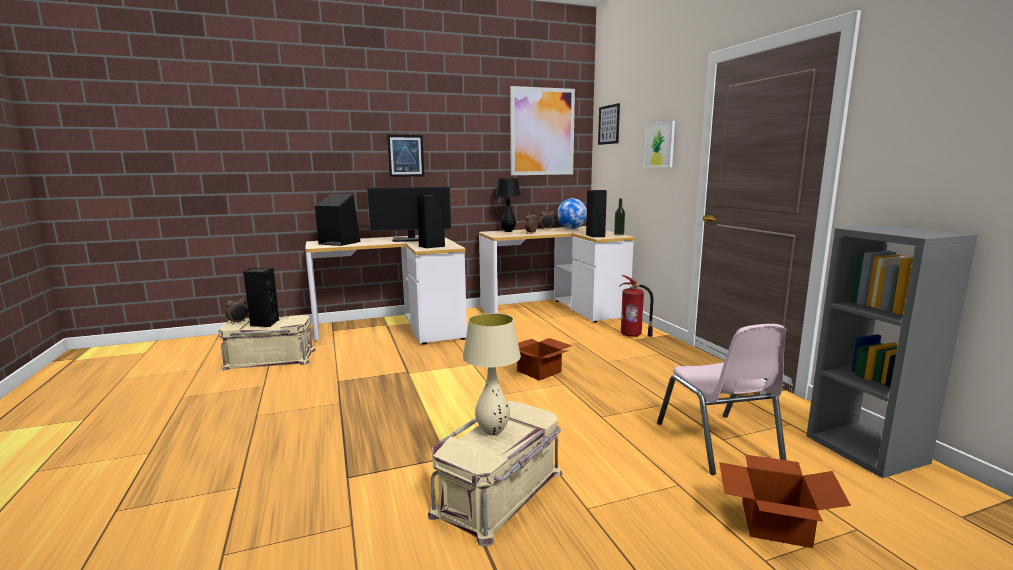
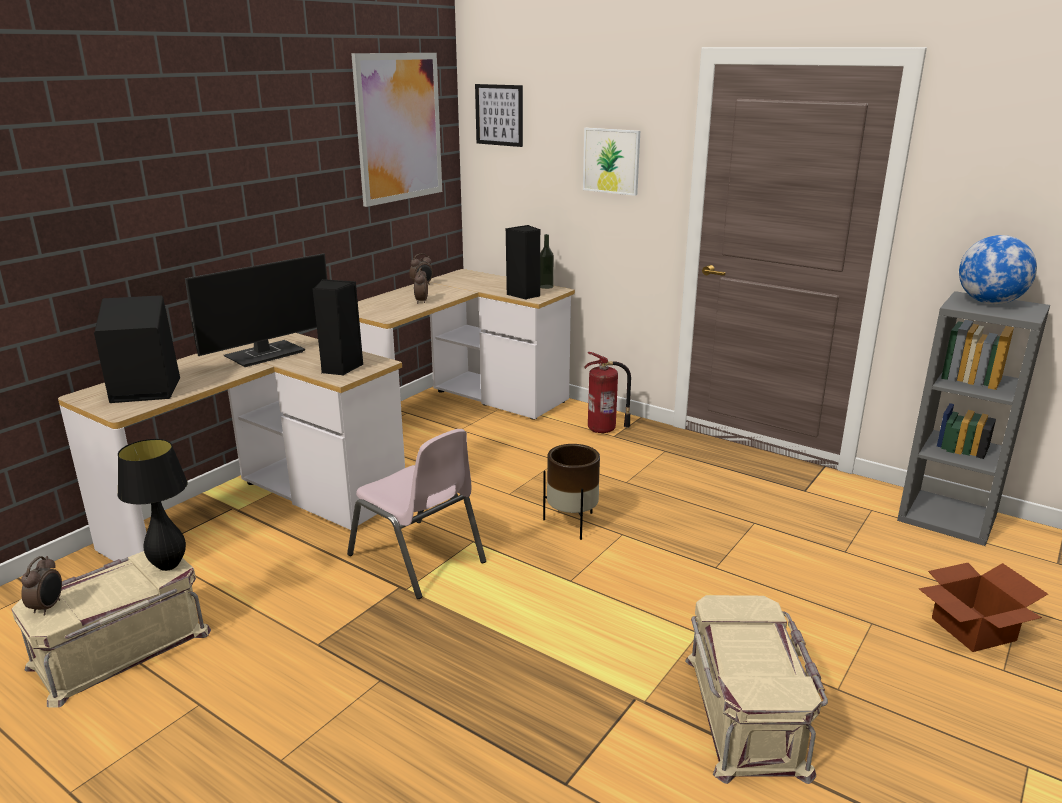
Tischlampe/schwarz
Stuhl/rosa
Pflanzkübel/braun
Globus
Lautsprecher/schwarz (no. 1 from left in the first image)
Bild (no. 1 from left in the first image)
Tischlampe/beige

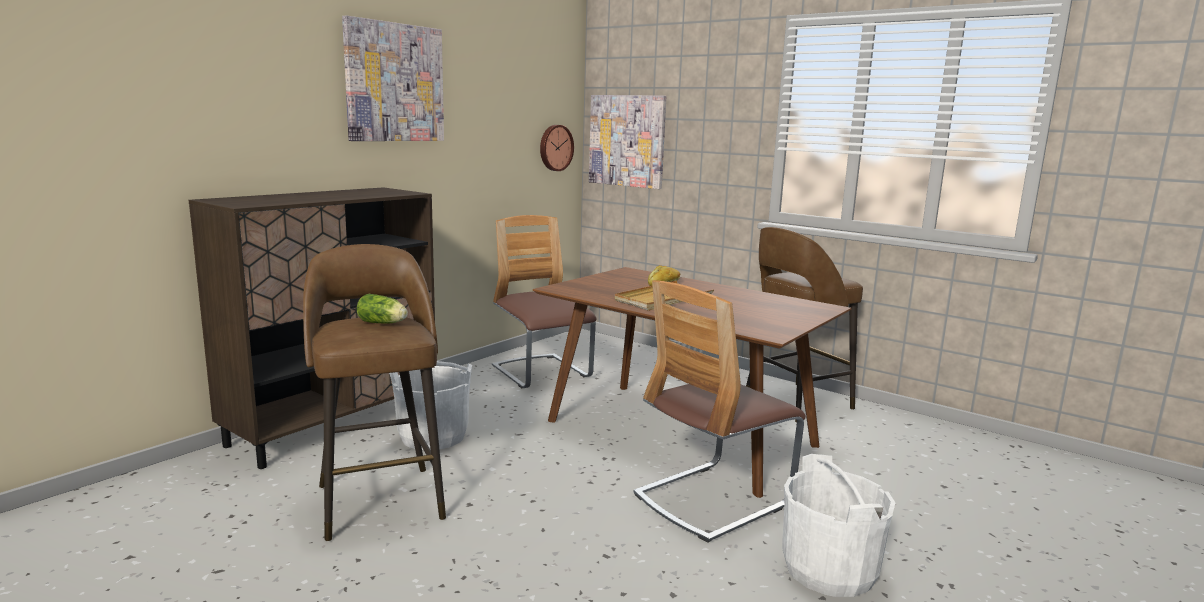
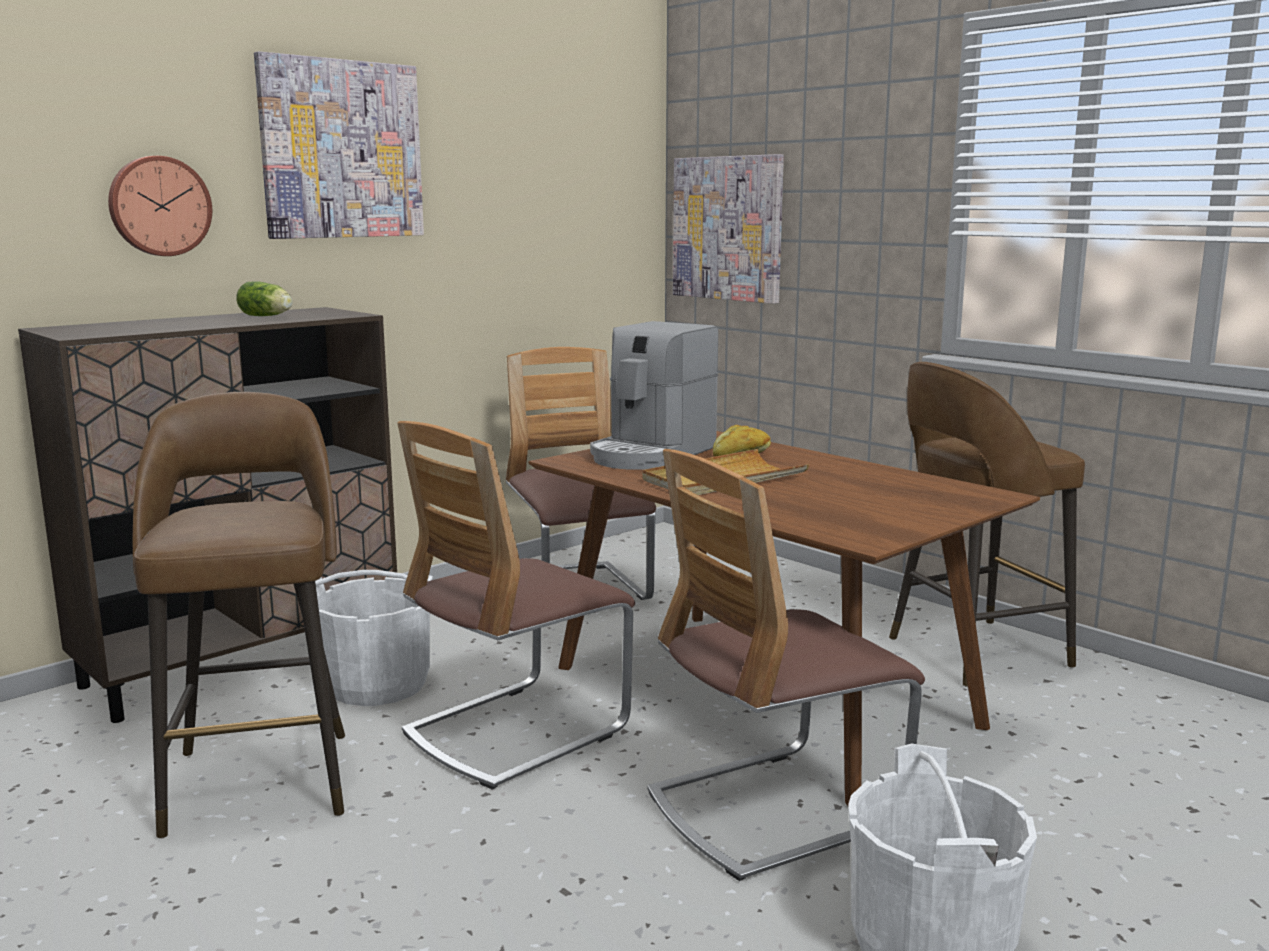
Wanduhr
Salatkopf
Stuhl (no. 1 from left)
Kaffeemaschine

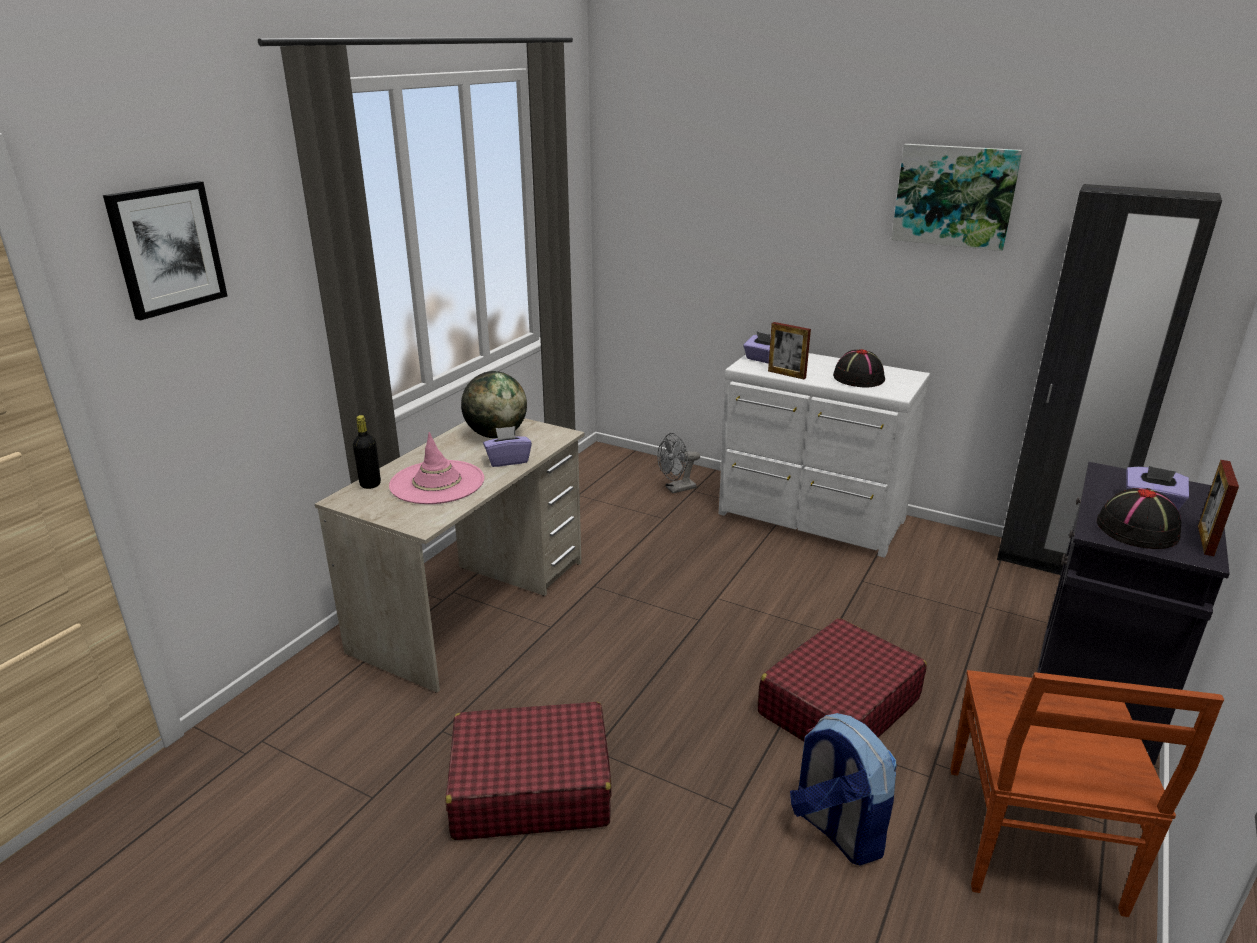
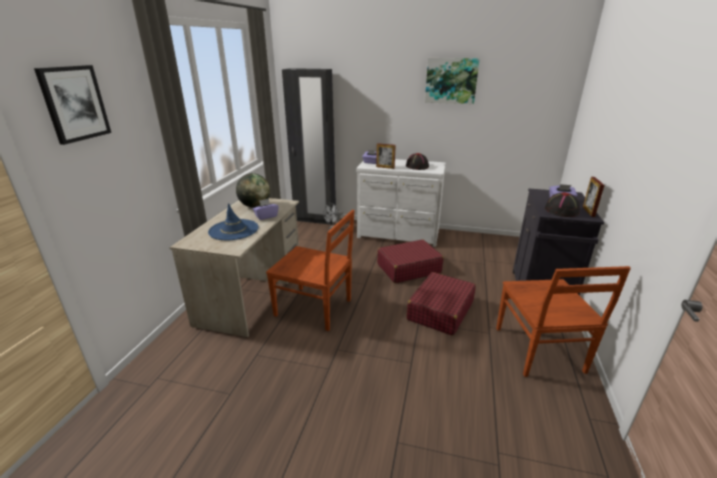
Hut/blau
Stuhl/braun (no. 1 from left)
Kleiderschrank/schwarz
Koffer/rot (no. 1 from left)
Flasche/schwarz
Rucksack

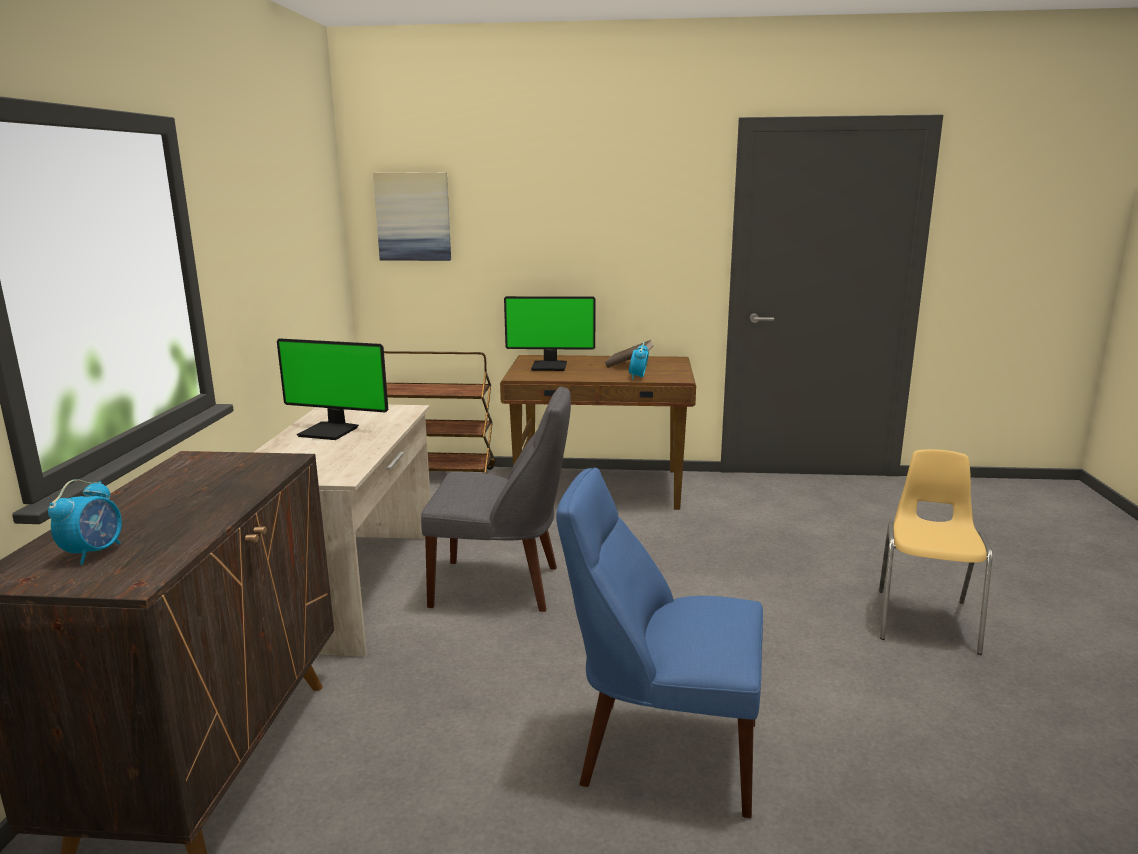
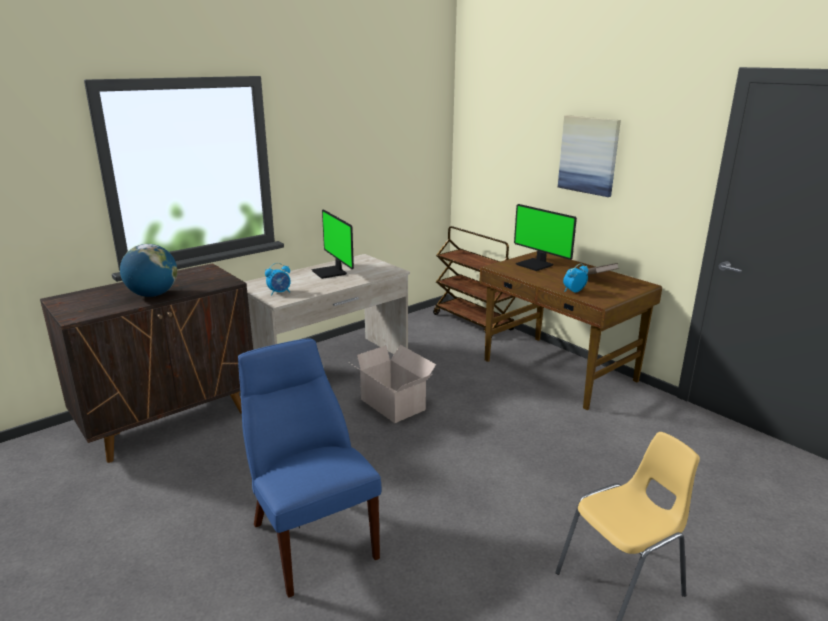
Globus
Wecker (no. 1 from left)
Karton
Bild

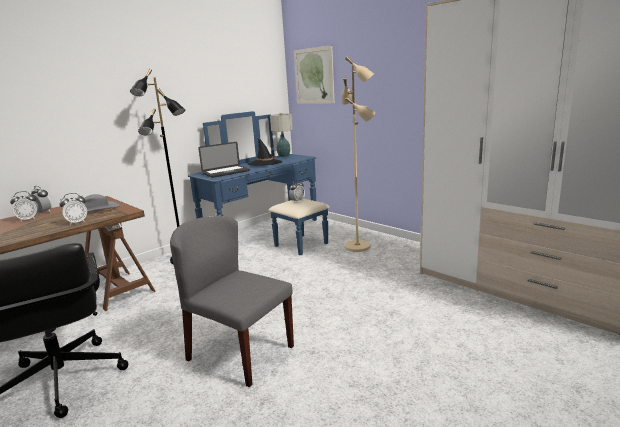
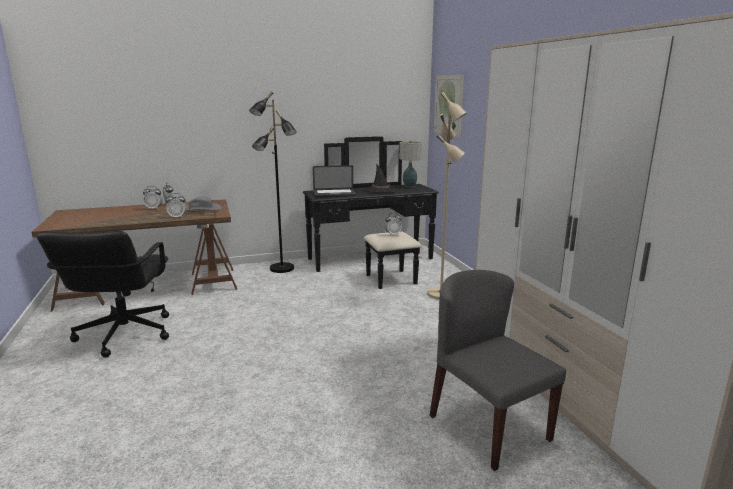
Kommode/schwarz
Stuhl/grau

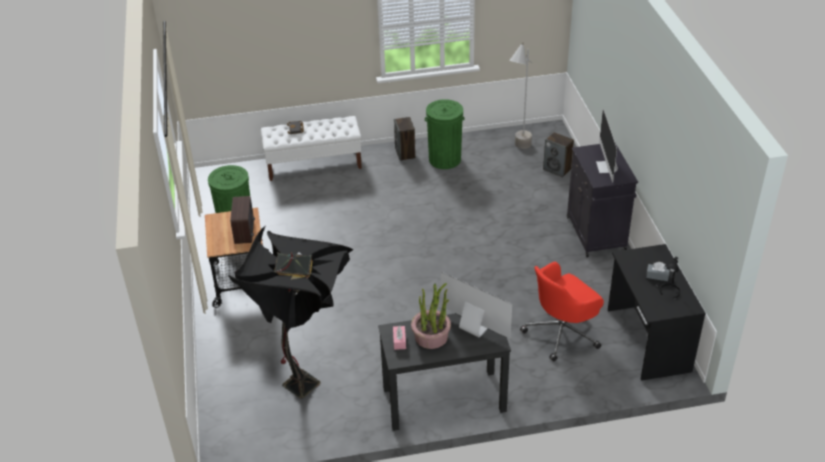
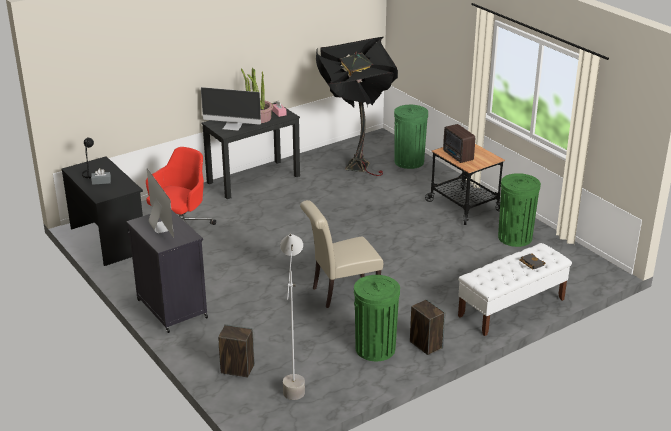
Stuhl/beige
Mülleimer/grün (no. 2 from left)

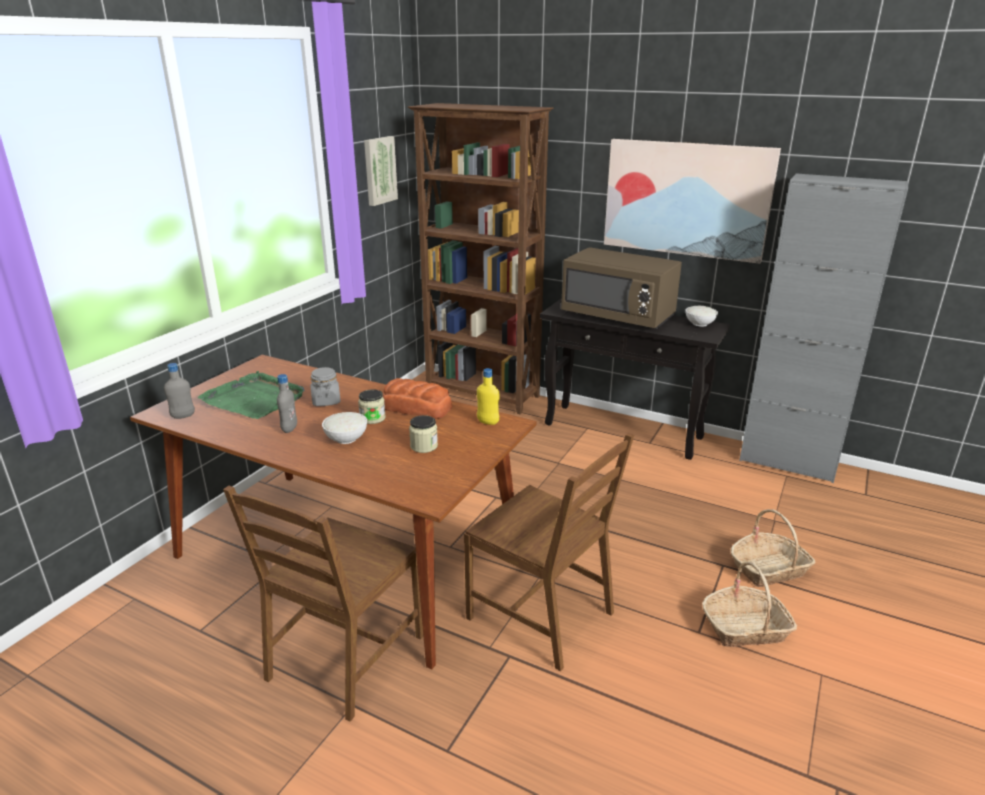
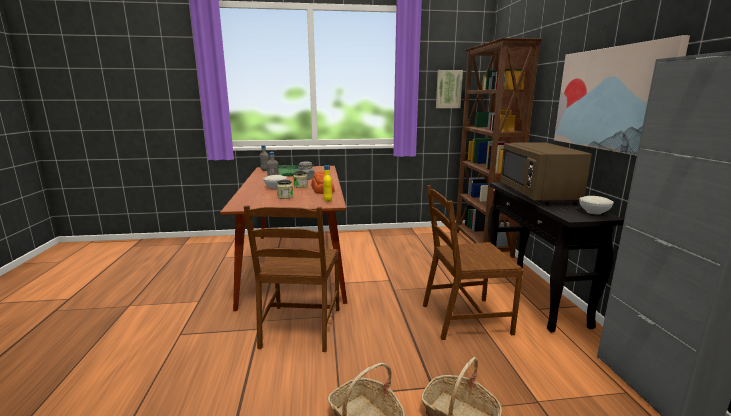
Stuhl/braun (no. 2 from left)

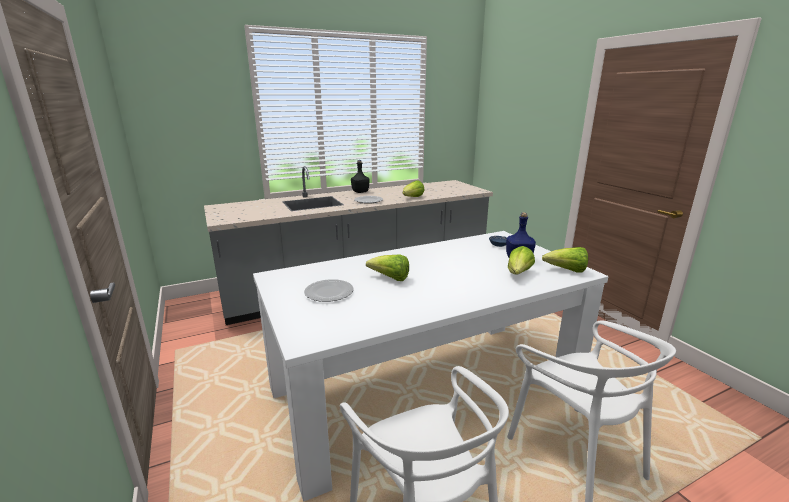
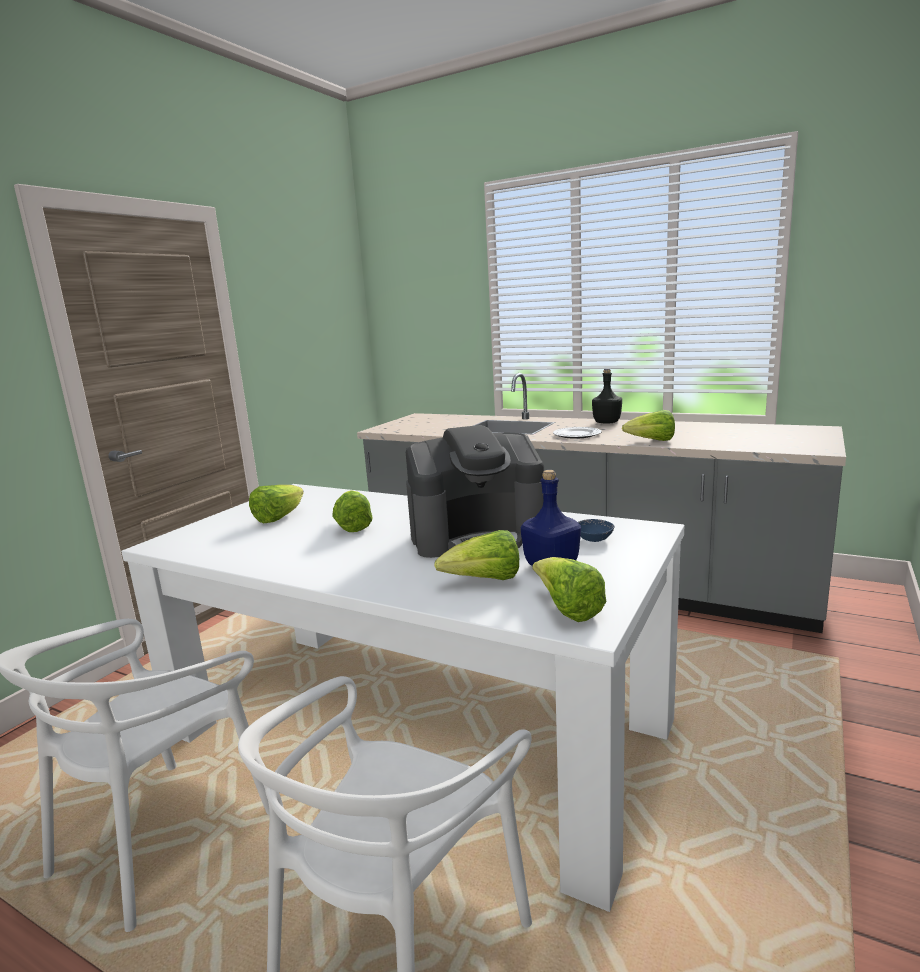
Salatkopf (no. 1 from left)
Kaffeemaschine

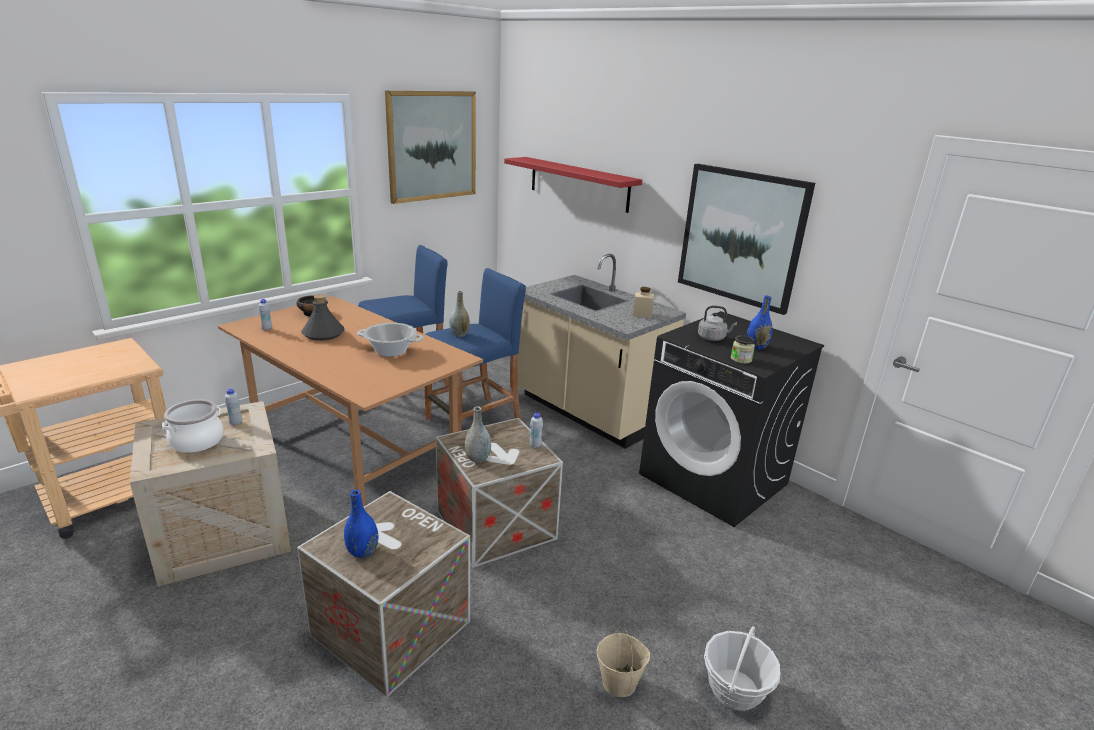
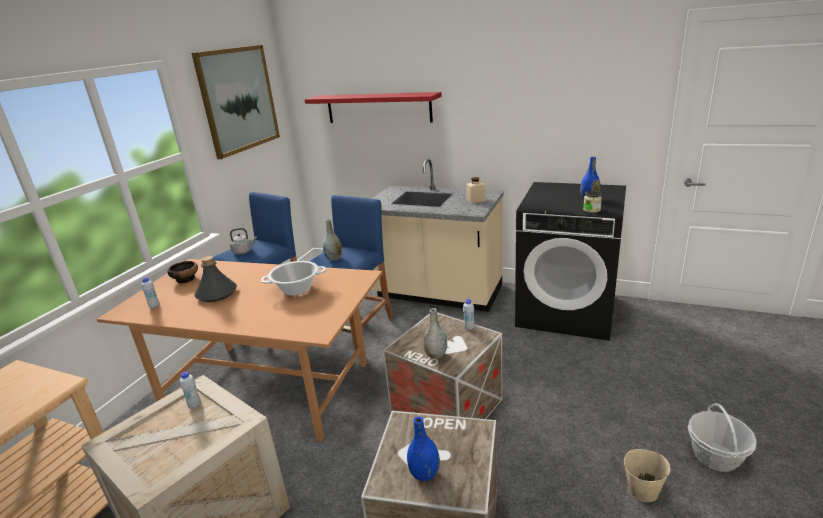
Wasserkessel/grau
Kochtopf (no. 1 from left in the first image)
Bild (no. 2 from left in the first image)

